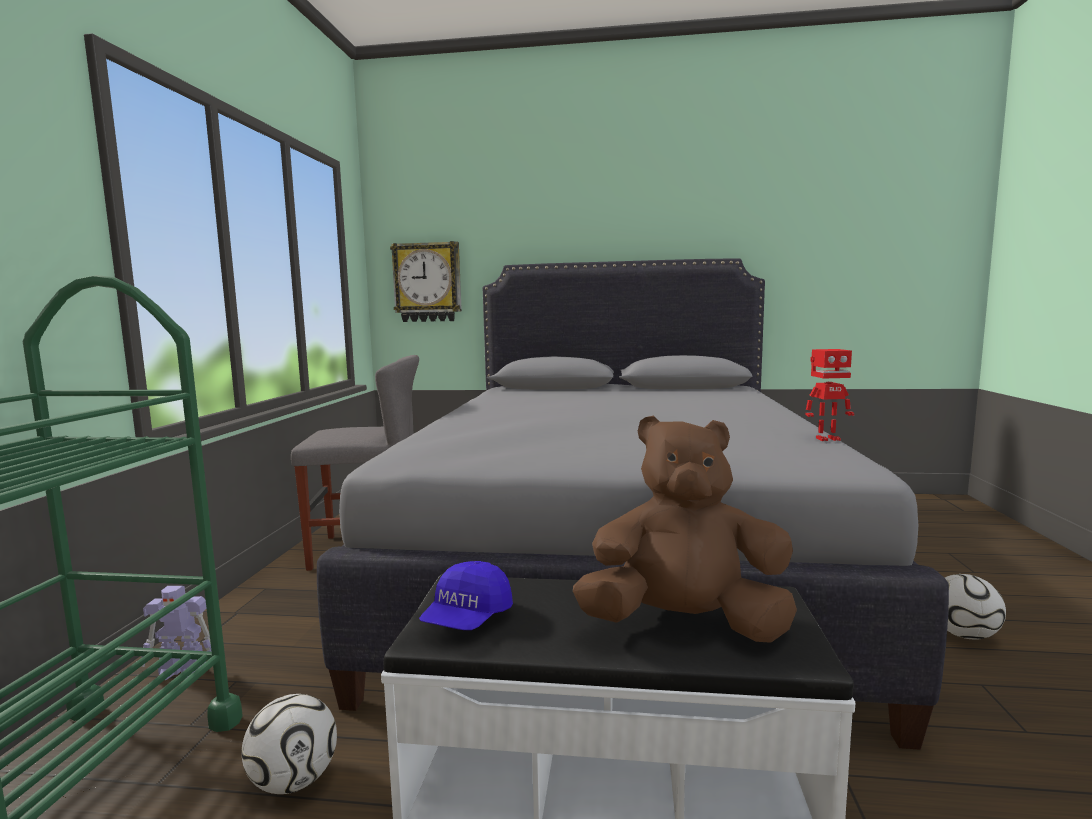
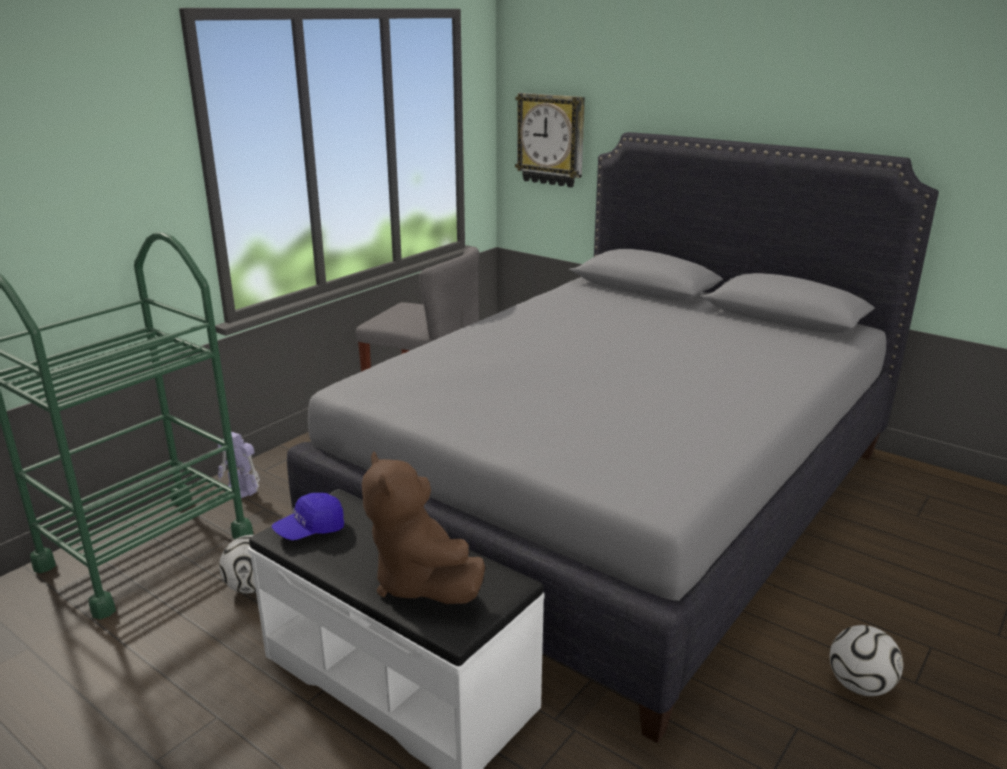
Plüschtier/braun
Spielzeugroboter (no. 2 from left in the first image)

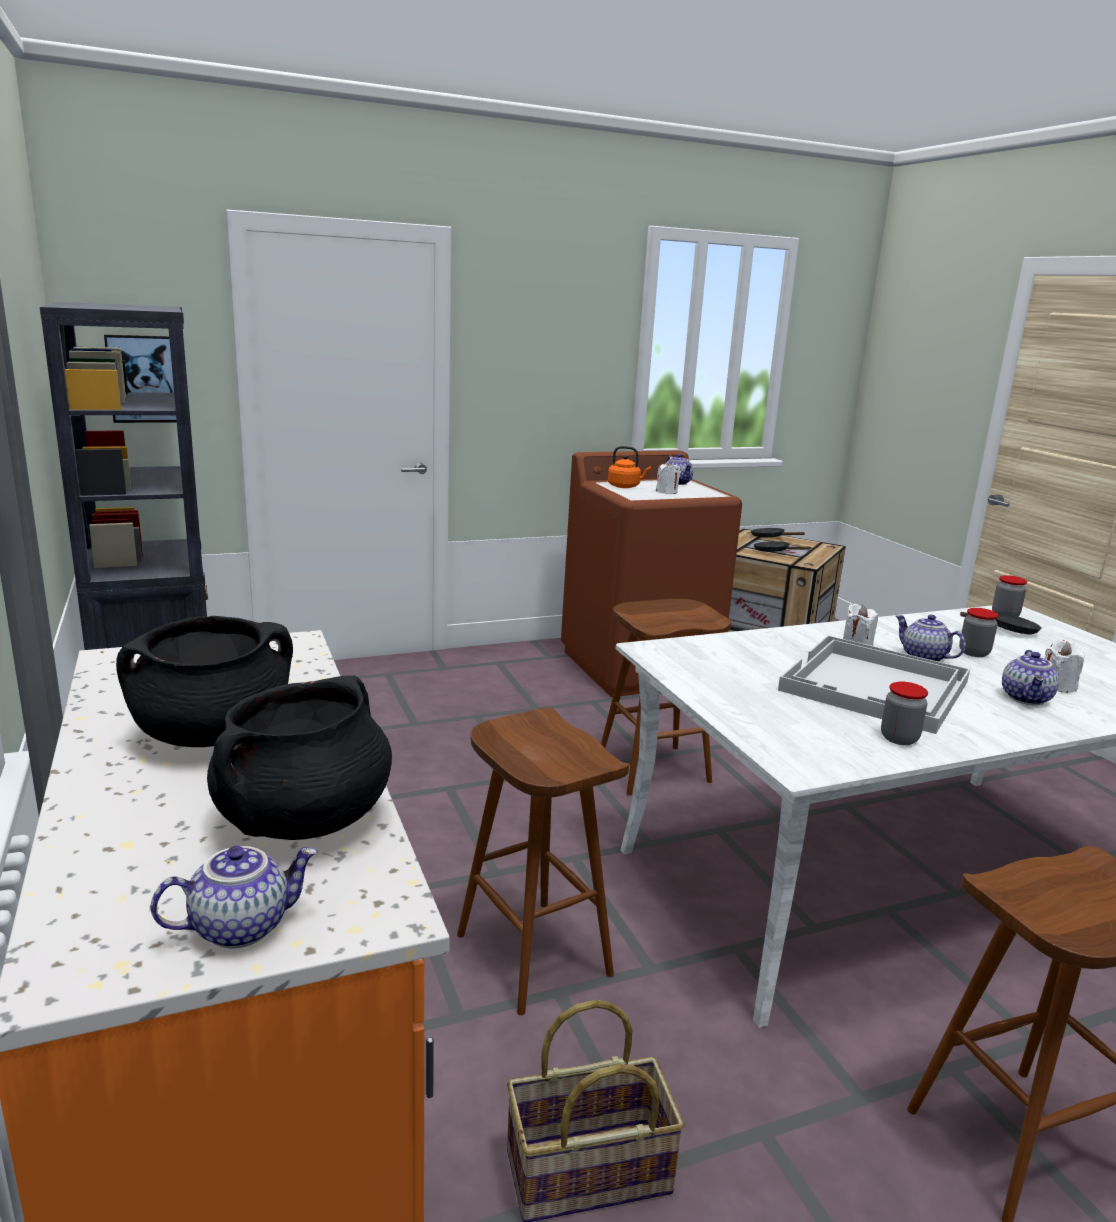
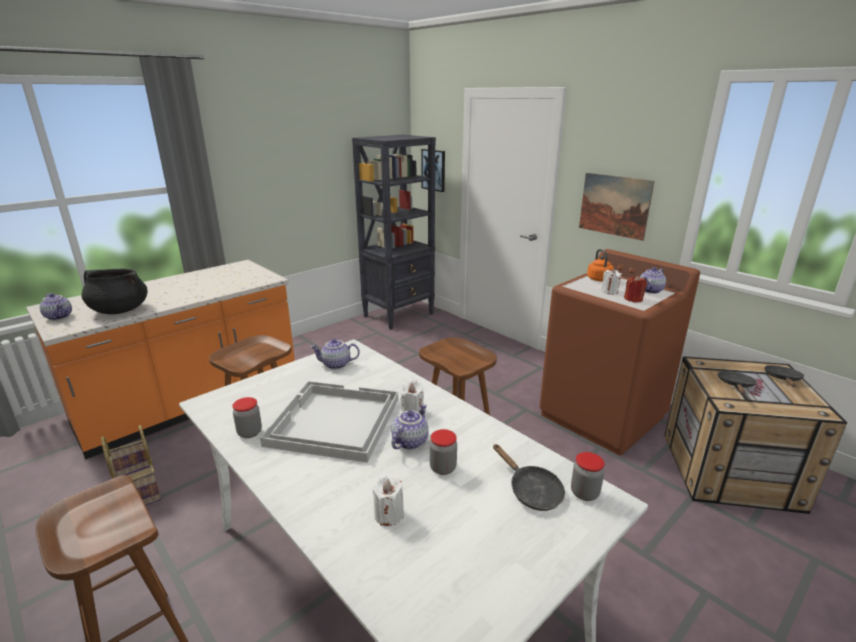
Teekanne (no. 2 from left)
Bild (no. 2 from left)
Kerze/rot
Kochtopf/schwarz (no. 1 from left in the first image)

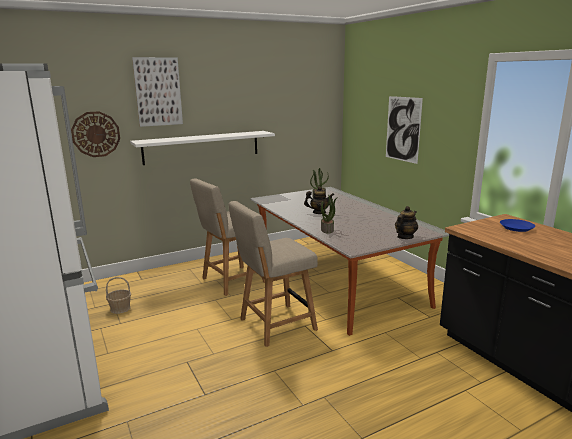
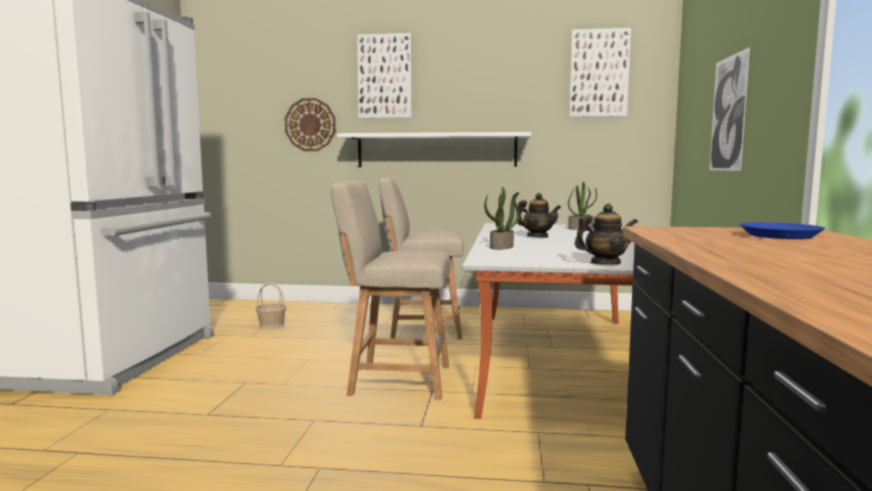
Bild (no. 2 from left)

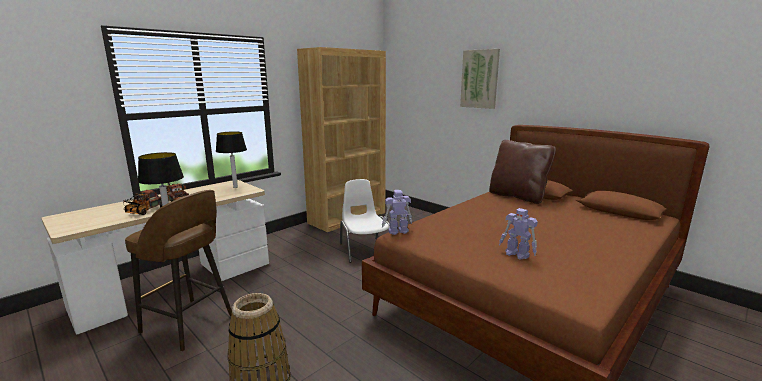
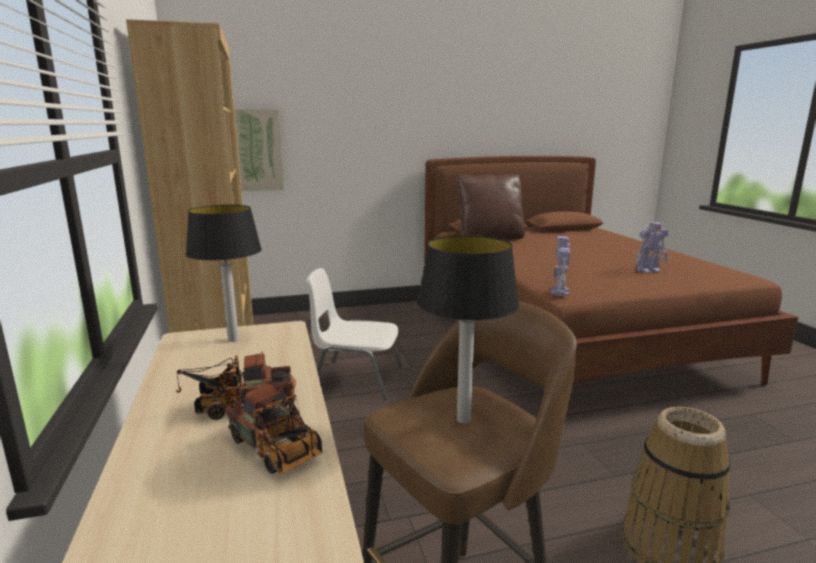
Bild

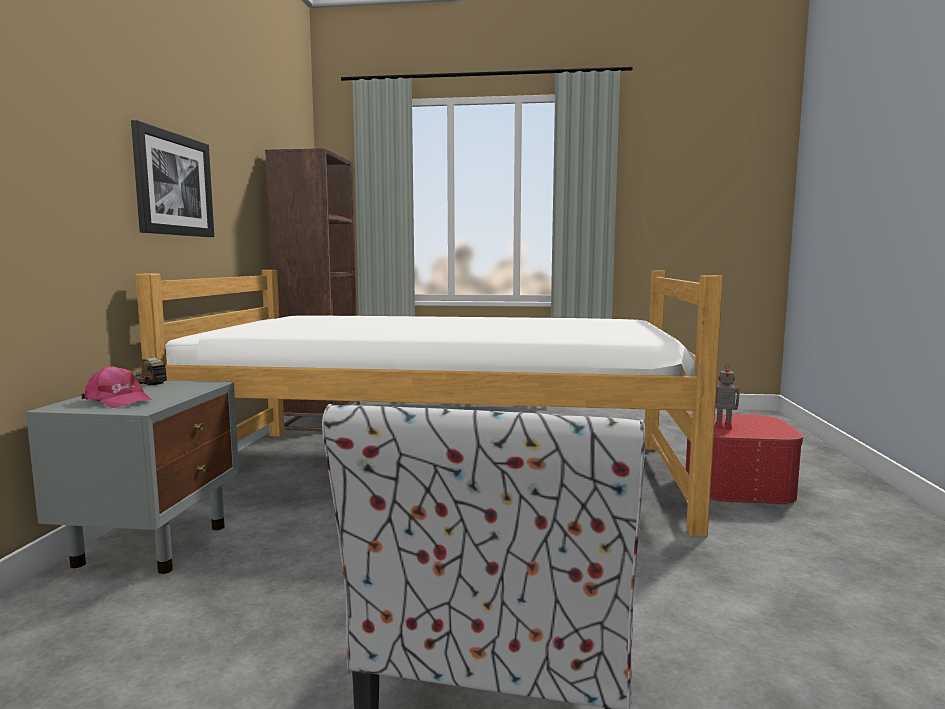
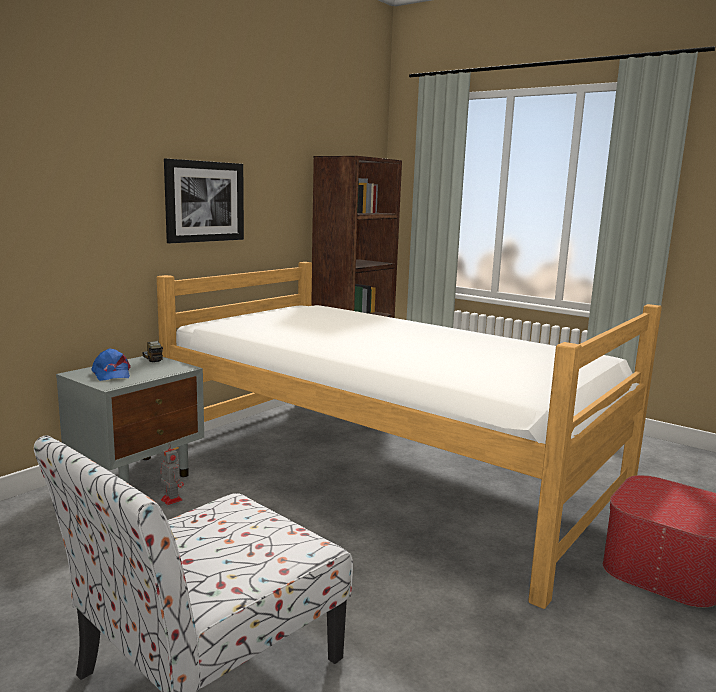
Kappe/blau
Spielzeugroboter

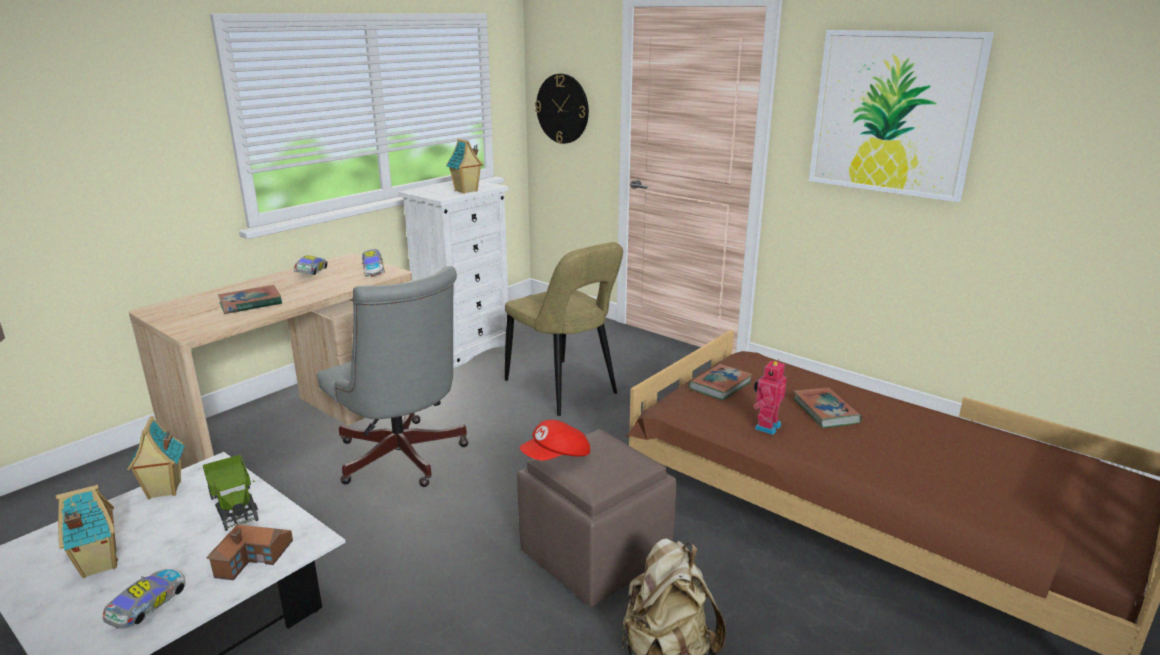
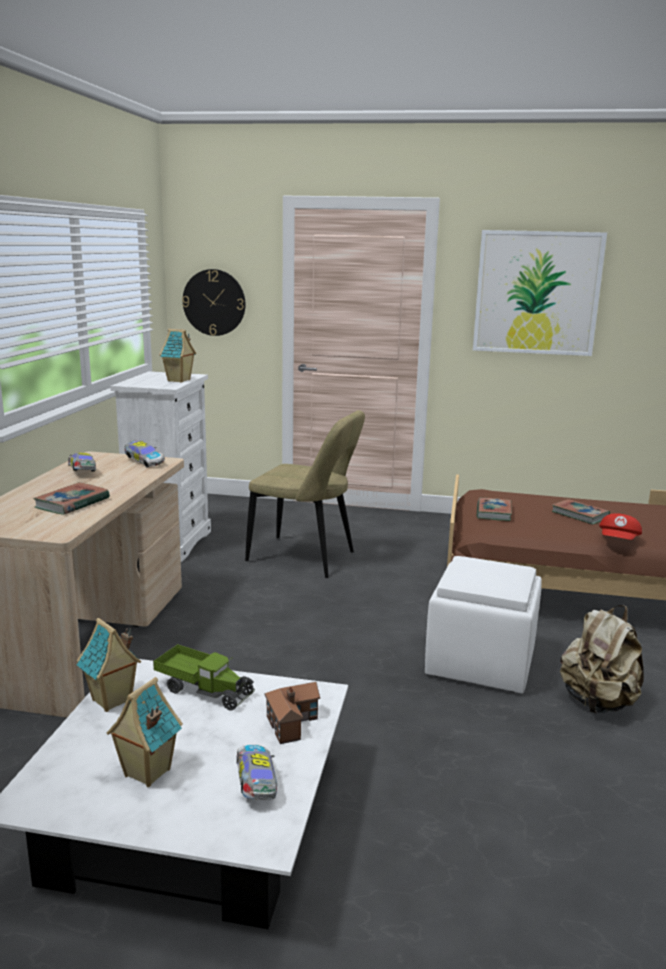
Polsterhocker/weiß
Kappe/rot
Bürostuhl/grau
Spielzeugroboter

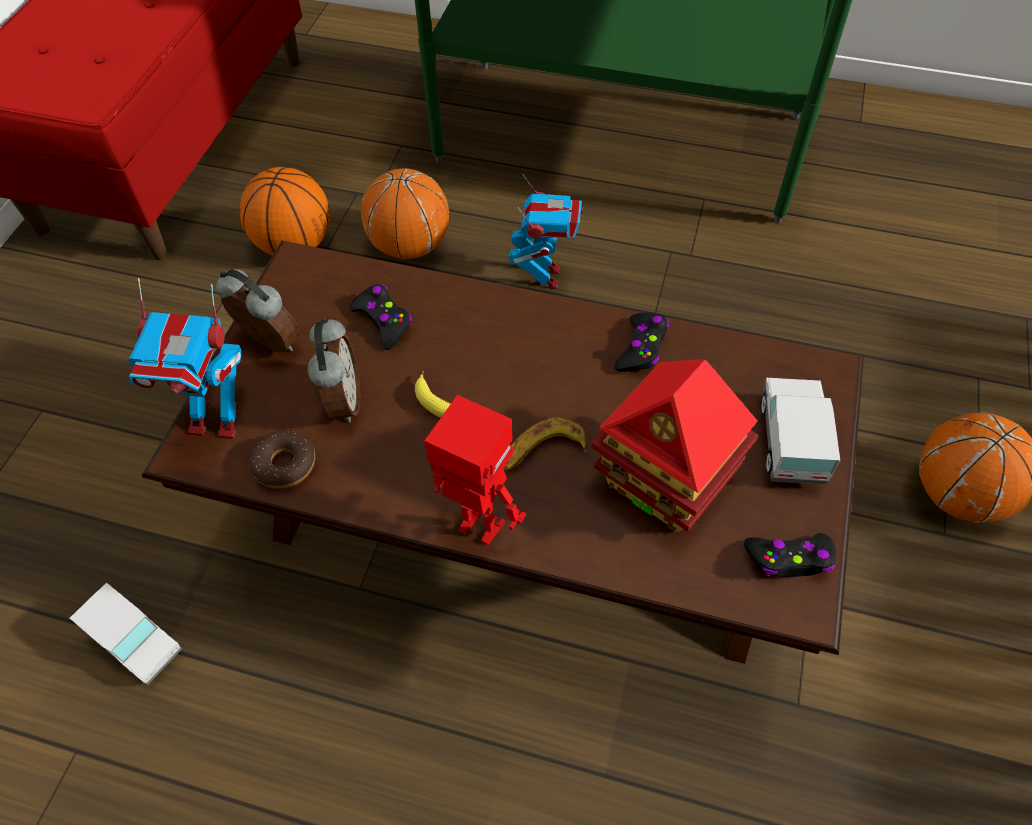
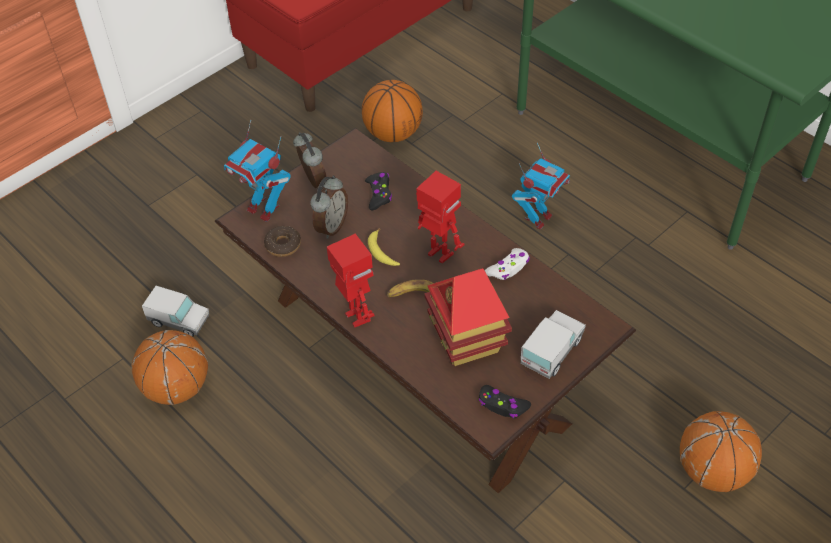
Basketball (no. 1 from left)
Spielzeuglaster (no. 1 from left)
Spielzeugroboter (no. 3 from left)
Gamepad/weiß

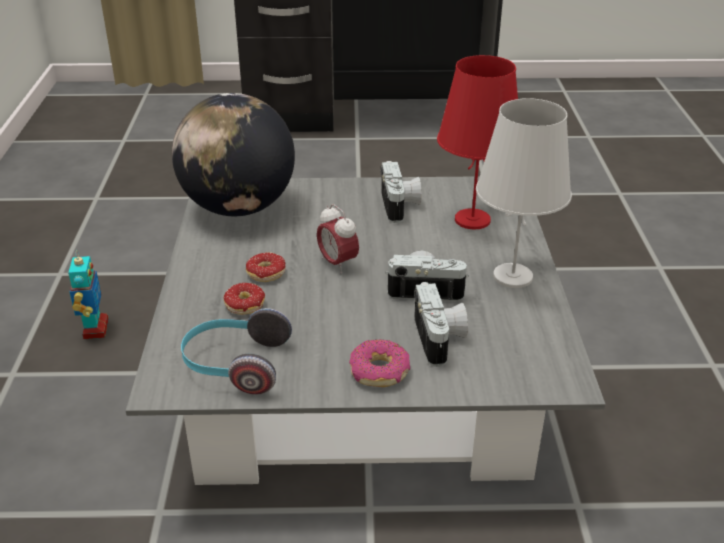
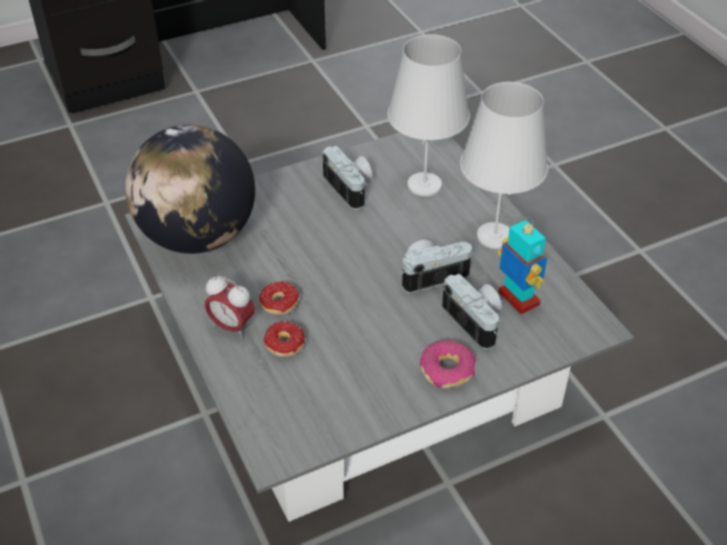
Wecker
Tischlampe/weiß (no. 1 from left)
Spielzeugroboter
Kopfhörer

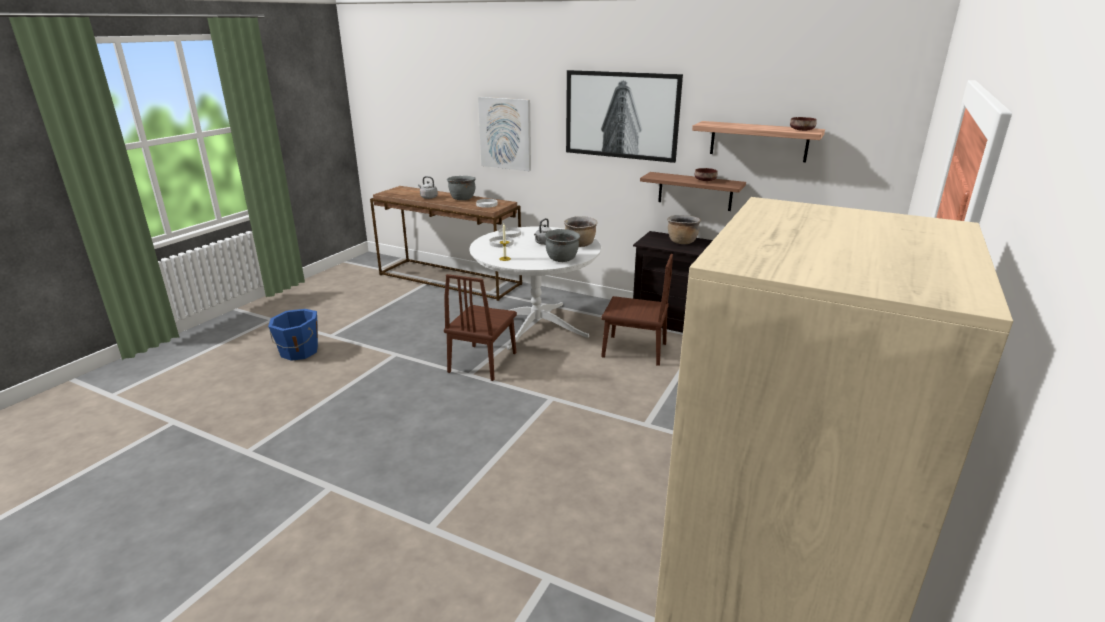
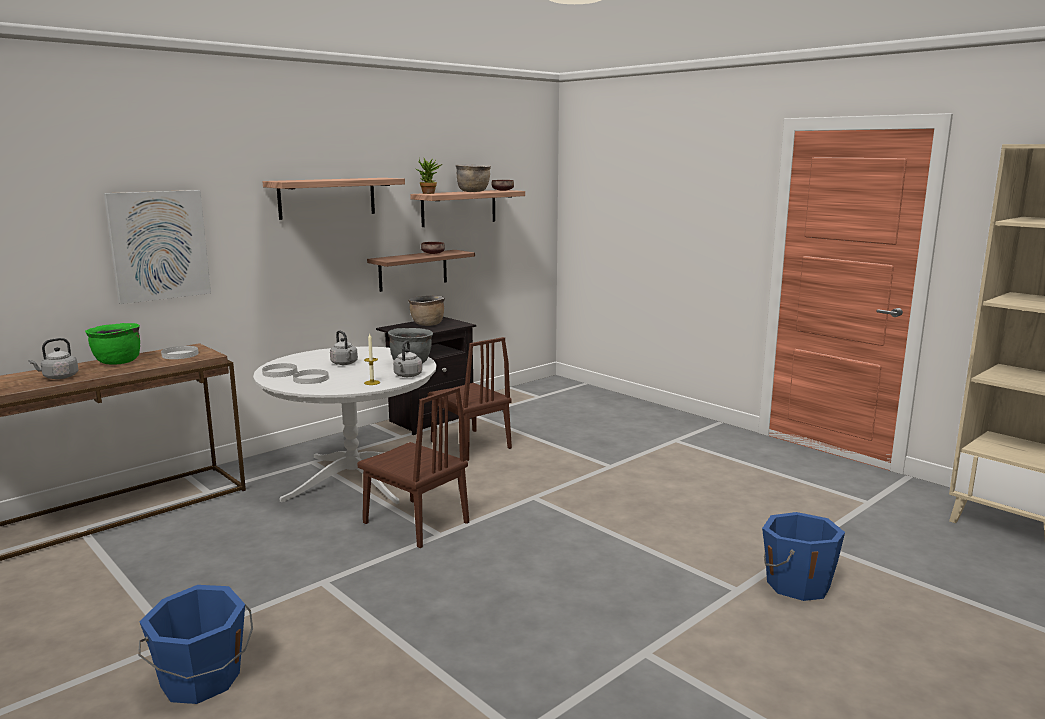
Kochtopf/grün
Wandregal (no. 1 from left)
Wasserkessel/grau (no. 3 from left)
Topfpflanze
Stuhl/braun (no. 2 from left)
Kochtopf/braun (no. 2 from left)
Eimer/blau (no. 2 from left)

